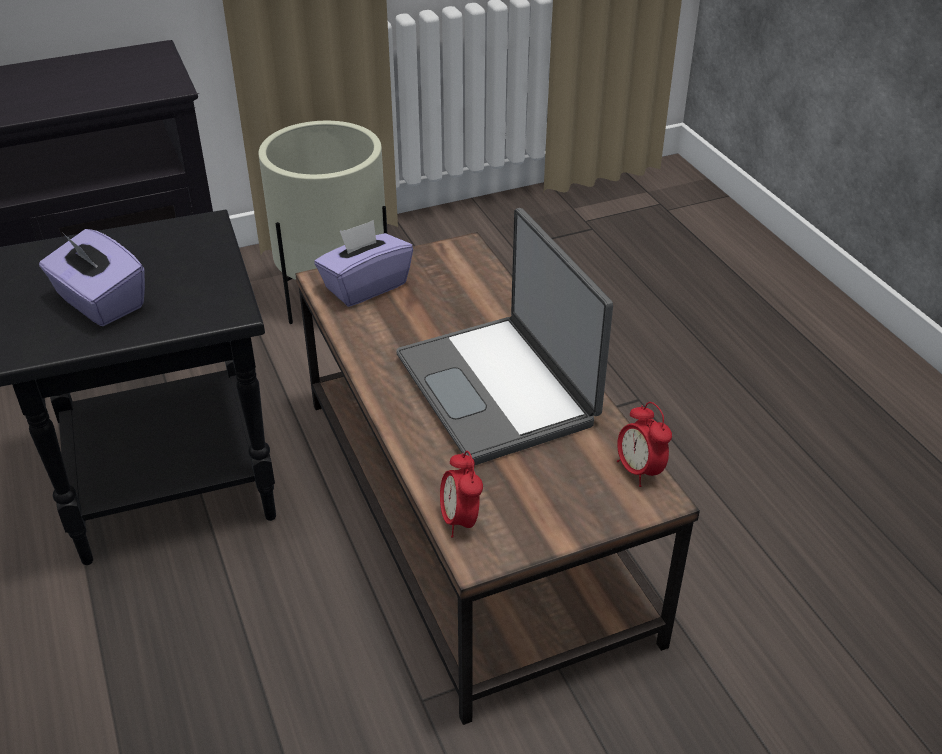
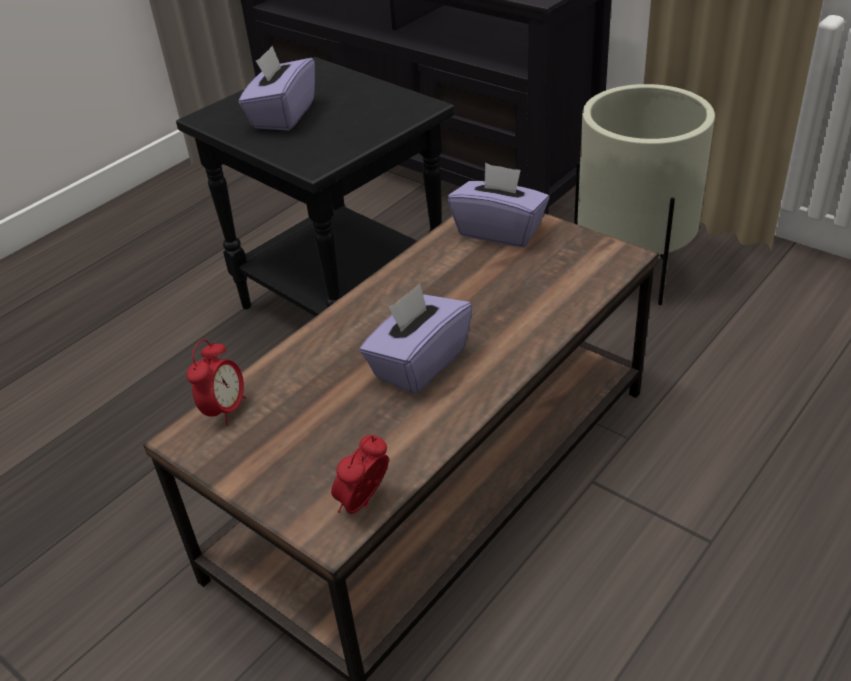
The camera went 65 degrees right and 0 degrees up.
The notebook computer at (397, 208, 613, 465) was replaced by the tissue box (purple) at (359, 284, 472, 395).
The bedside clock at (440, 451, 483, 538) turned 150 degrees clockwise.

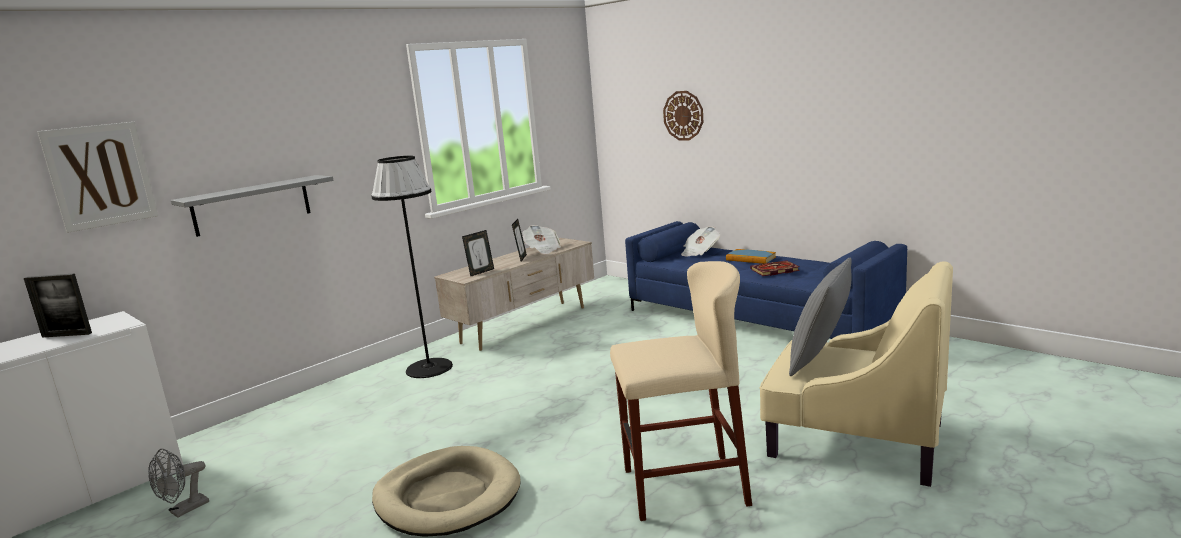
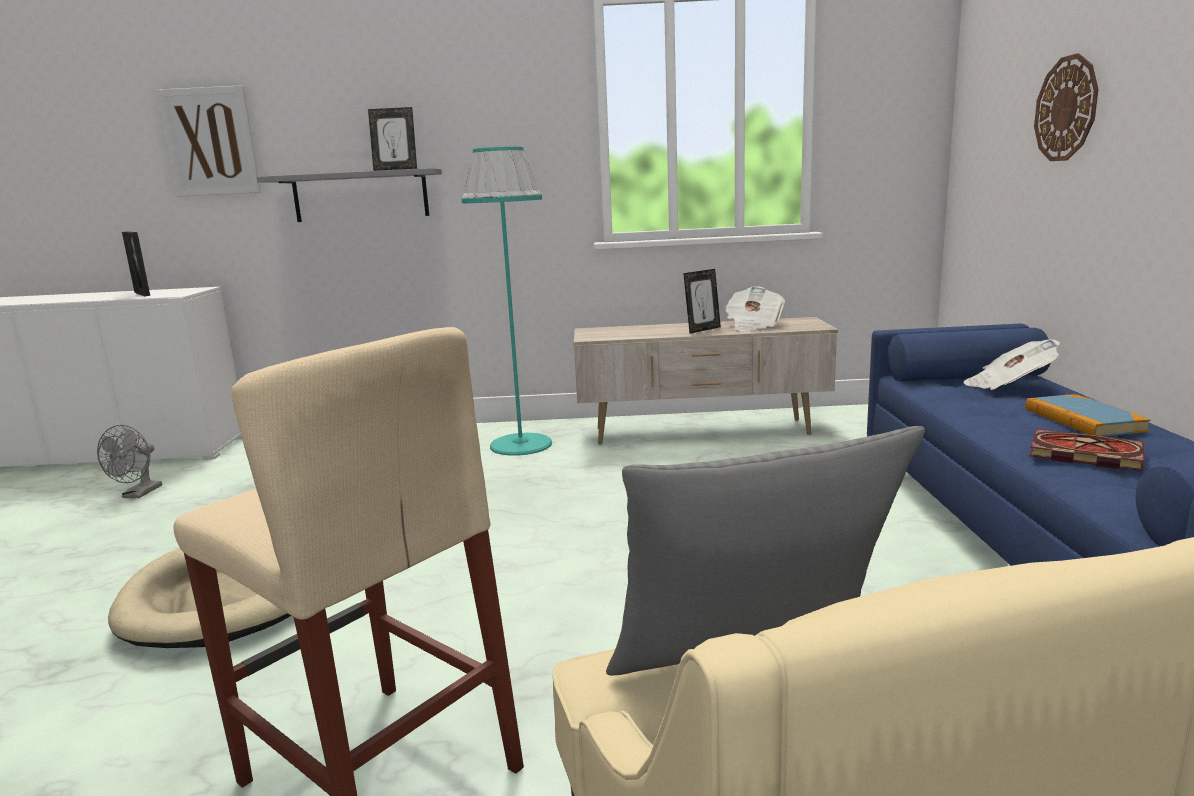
The camera went 45 degrees right and 0 degrees up.
The picture frame moved from (462, 230, 494, 277) to (368, 107, 417, 171).
The standard lamp (black-coloured) at (371, 156, 453, 378) became the standard lamp (turquoise) at (462, 147, 552, 456).
The fan (grey) at (148, 449, 209, 518) turned 75 degrees counterclockwise.

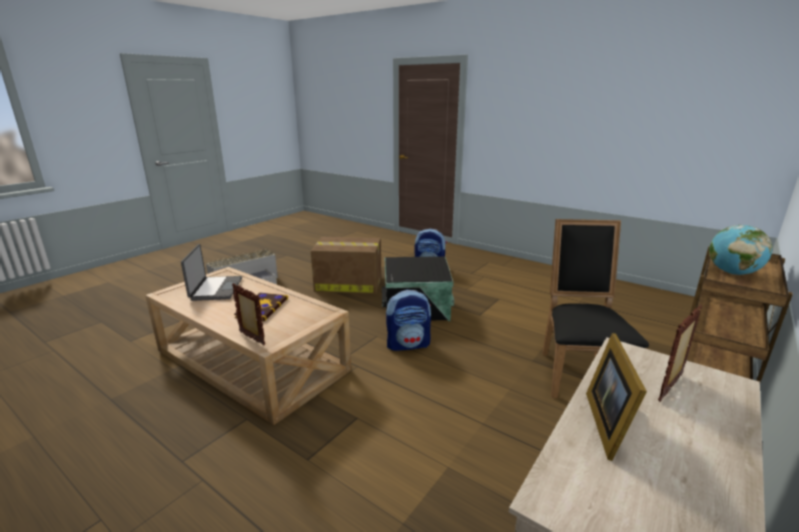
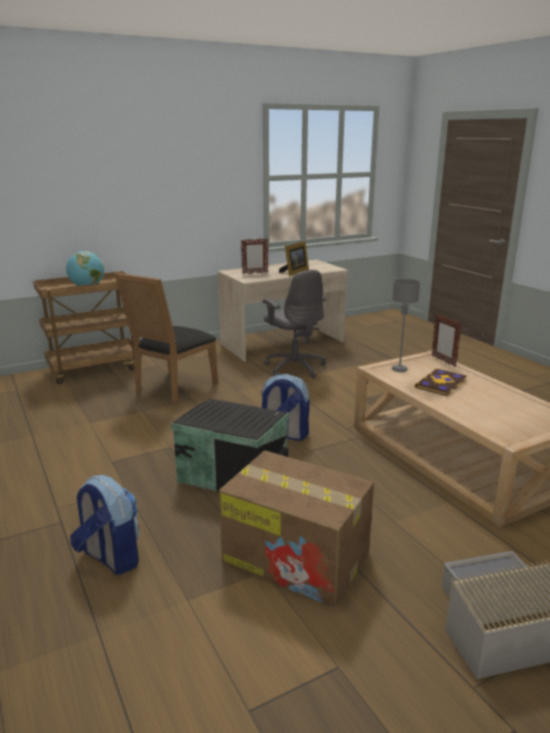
The camera went 155 degrees left and 0 degrees up.
The notebook computer at (181, 244, 242, 301) disappeared.
The desk chair (grey) at (263, 270, 326, 379) appeared.
The table lamp (grey) at (392, 279, 420, 372) appeared.

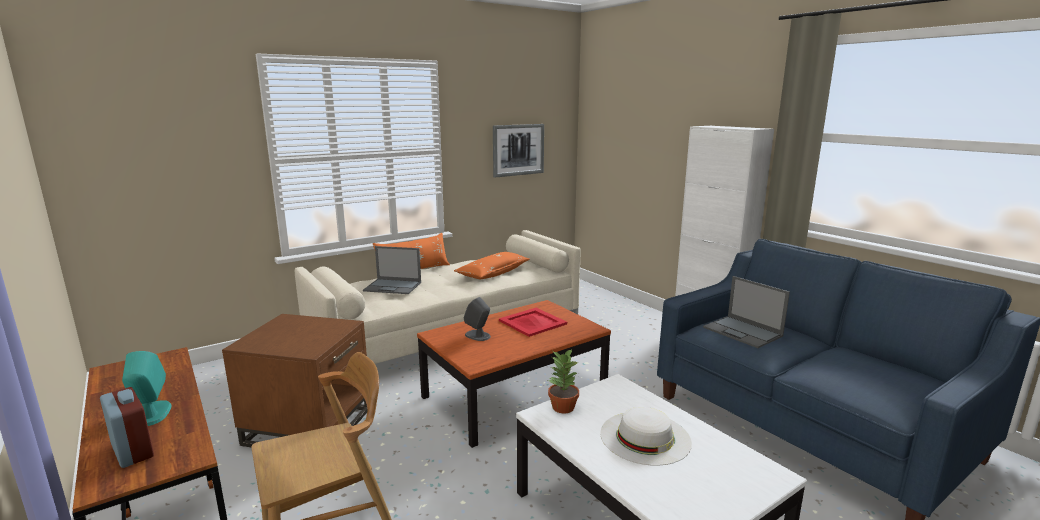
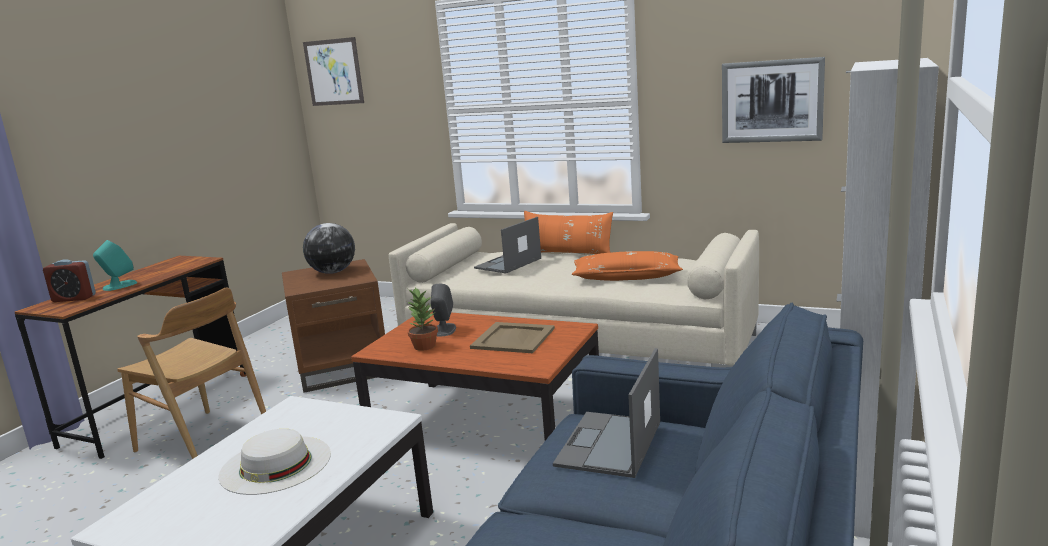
The camera went 60 degrees right and 0 degrees up.
The wall picture at (303, 37, 364, 106) appeared.
The world globe at (303, 223, 355, 274) appeared.
The houseplant moved from (548, 349, 579, 413) to (407, 287, 438, 351).
The tray (red) at (499, 308, 567, 337) became the tray (beige-coloured) at (470, 322, 555, 353).
The bedside clock at (100, 387, 154, 468) turned 75 degrees clockwise.
The notebook computer at (363, 246, 421, 294) turned 60 degrees clockwise.

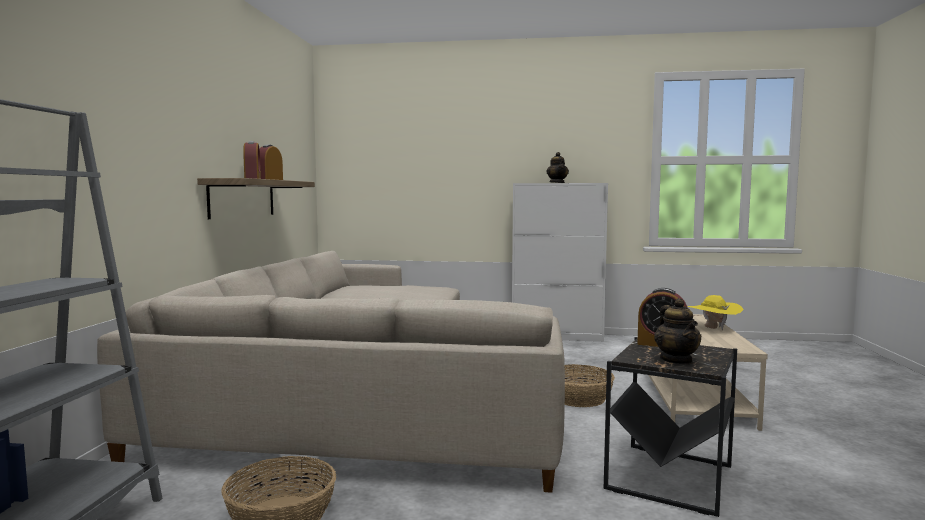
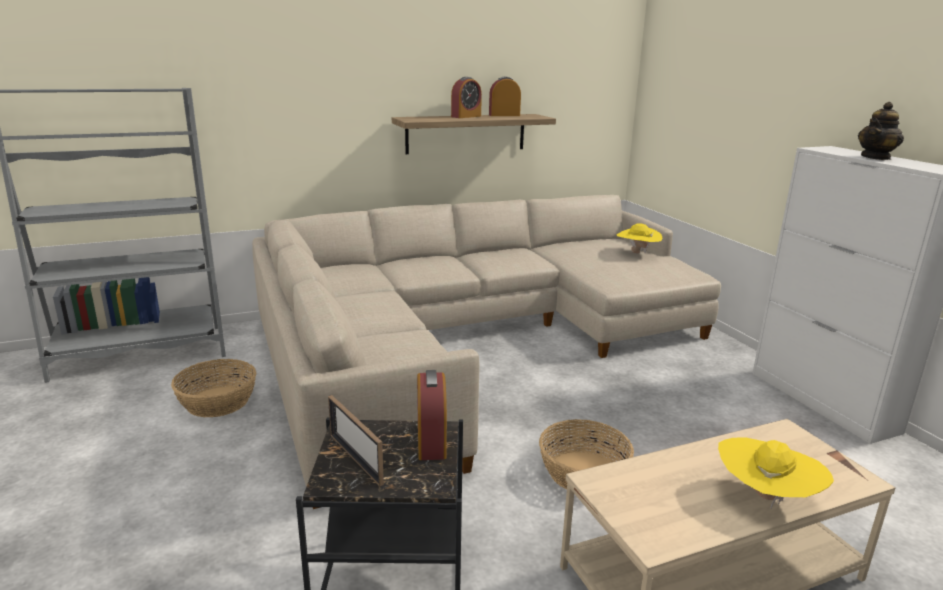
The camera went 60 degrees right and 15 degrees up.
The clothing hat (yellow) at (617, 223, 662, 254) appeared.
The teapot at (654, 298, 702, 364) was replaced by the picture frame at (328, 395, 384, 486).

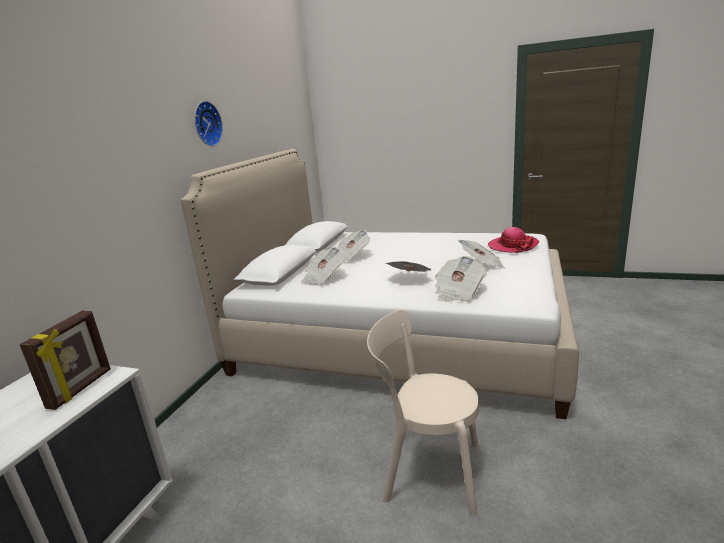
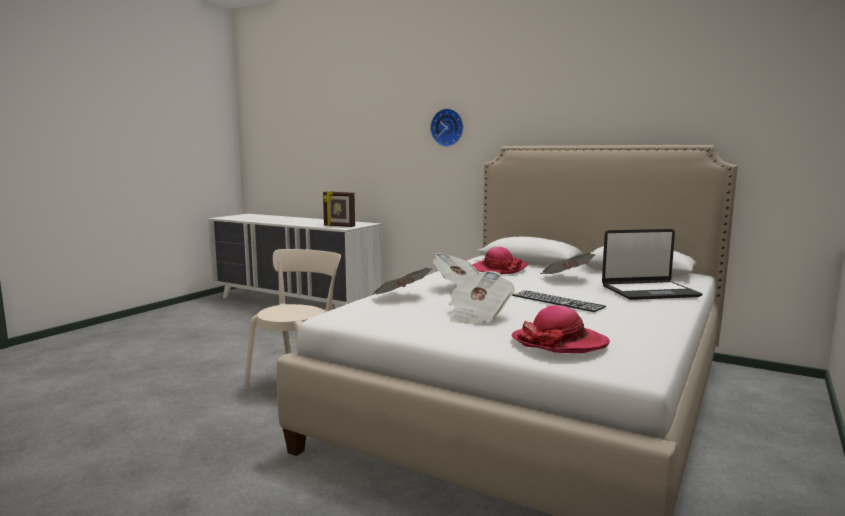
The camera went 100 degrees right and 10 degrees down.
The PC keyboard at (512, 290, 606, 312) appeared.
The notebook computer at (602, 229, 702, 300) appeared.
The wall clock moved from (194, 101, 223, 146) to (430, 108, 463, 147).
The daily paper at (301, 247, 345, 285) was replaced by the clothing hat at (472, 247, 528, 274).

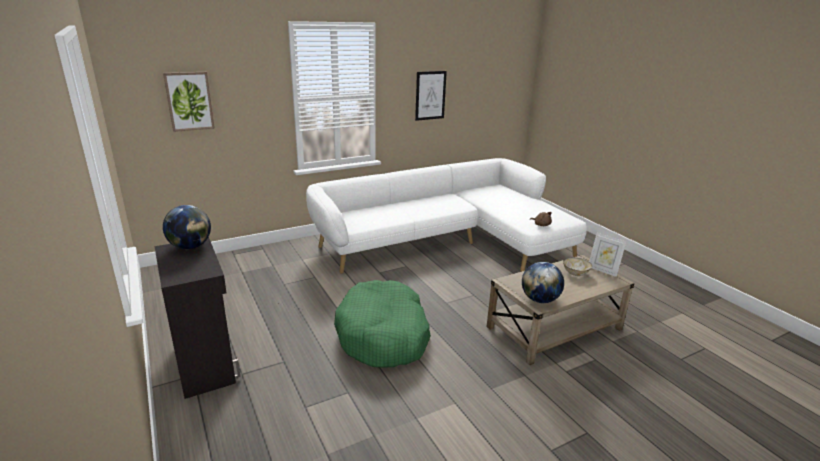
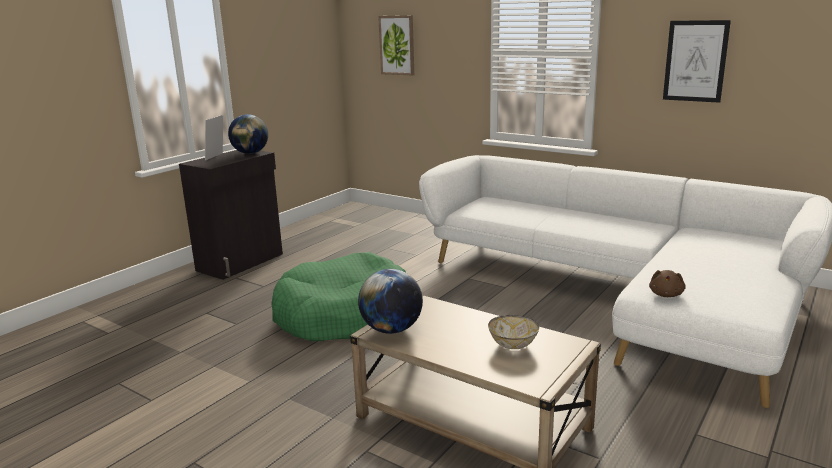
The camera went 65 degrees right and 5 degrees down.
The picture frame moved from (589, 233, 626, 277) to (205, 115, 223, 161).

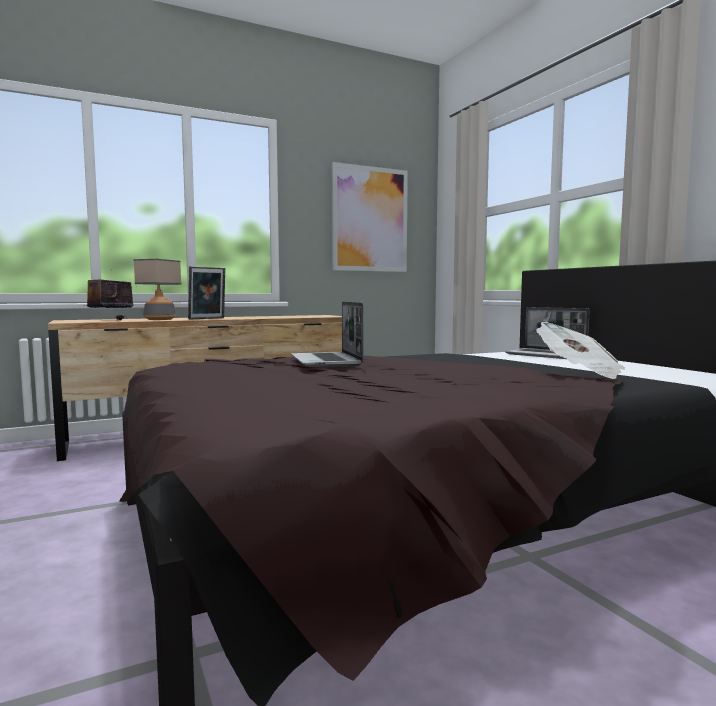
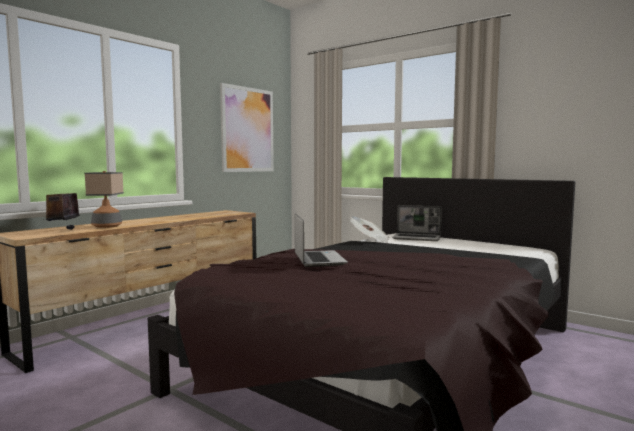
The camera went 25 degrees left and 0 degrees up.
The picture frame at (188, 266, 225, 319) disappeared.
The daily paper moved from (536, 322, 625, 379) to (350, 216, 389, 243).
The notebook computer at (291, 301, 364, 367) turned 150 degrees counterclockwise.

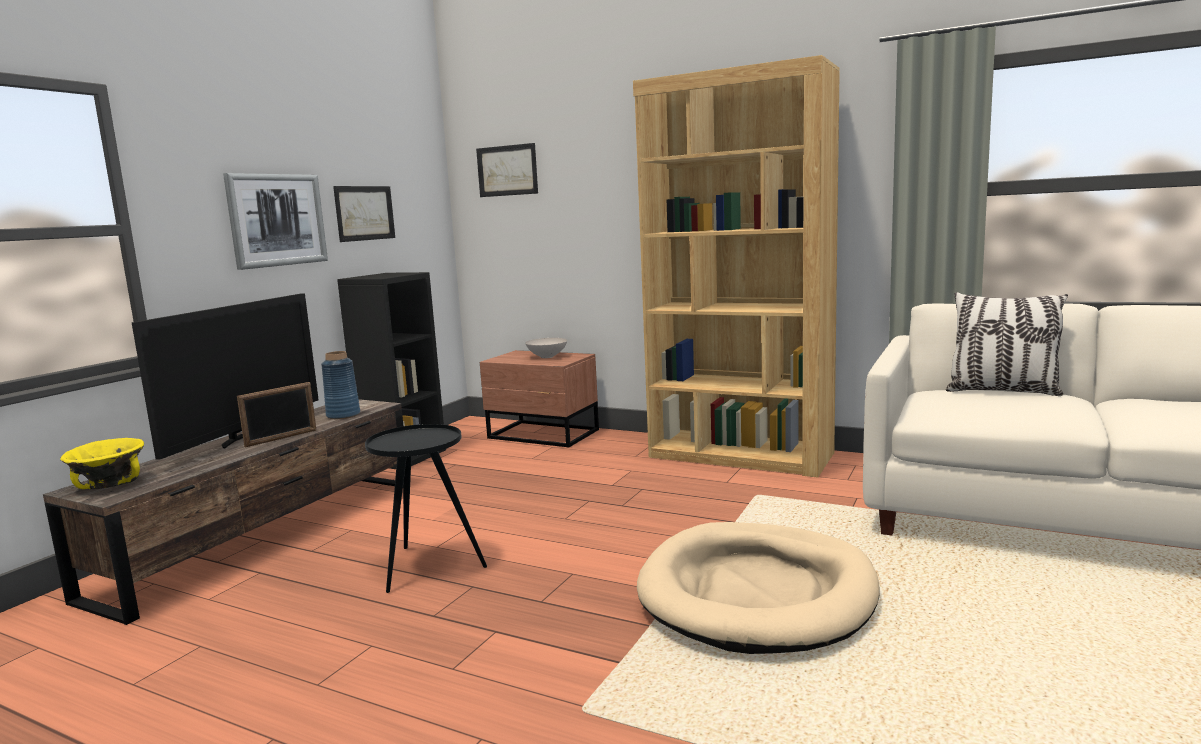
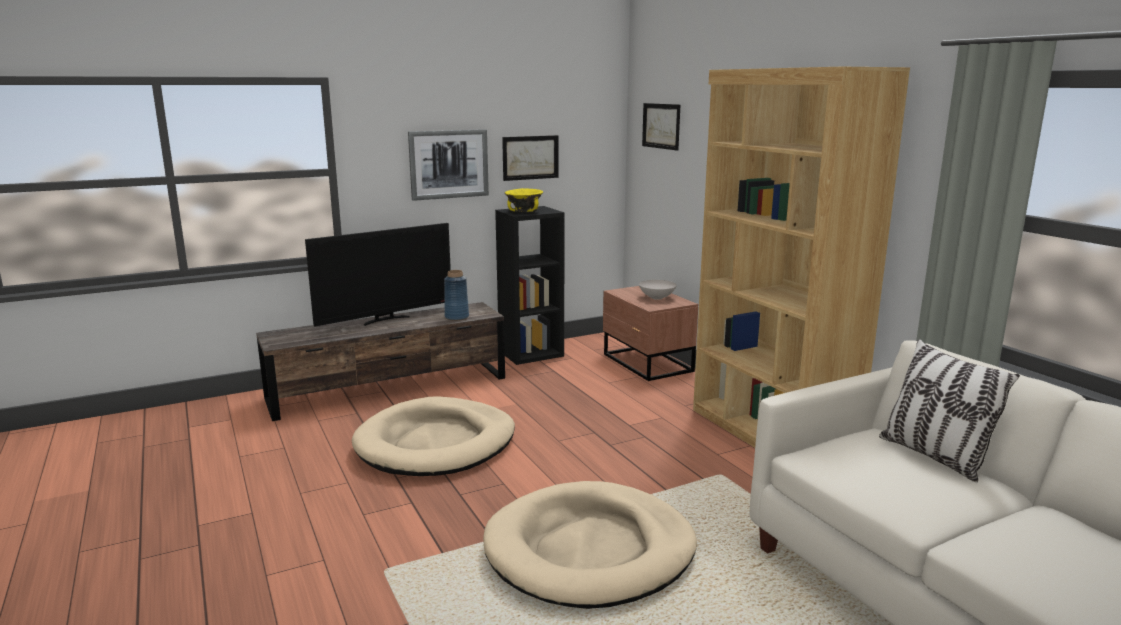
The camera went 35 degrees right and 5 degrees up.
The picture frame at (237, 382, 316, 447) disappeared.
The serving bowl (yellow) moved from (60, 438, 144, 489) to (505, 188, 543, 212).
The side table (black-coloured) at (365, 424, 487, 593) was replaced by the dog cushion (beige-coloured) at (351, 396, 515, 476).

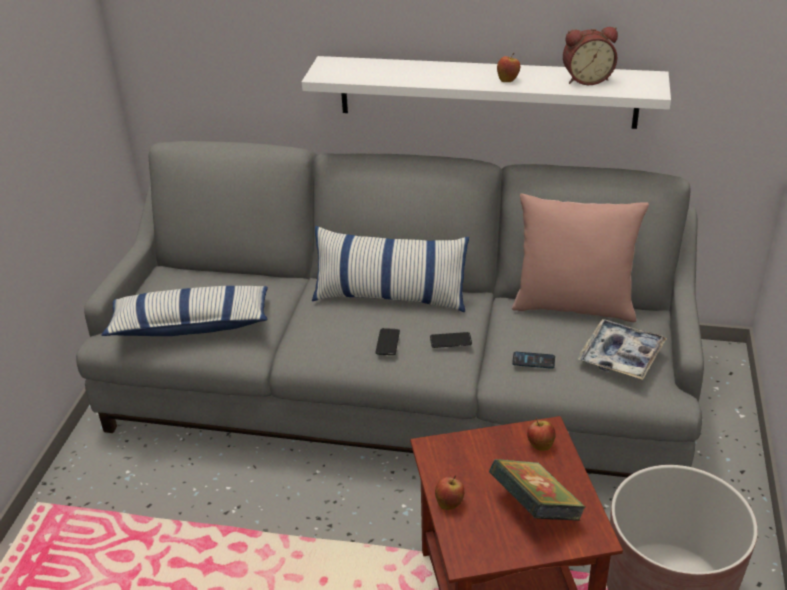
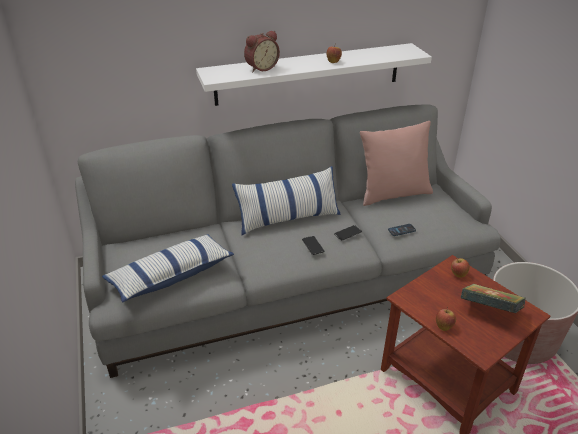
The camera went 30 degrees left and 0 degrees up.
The tray at (577, 319, 667, 380) disappeared.
The bedside clock moved from (563, 27, 618, 85) to (244, 30, 280, 72).

